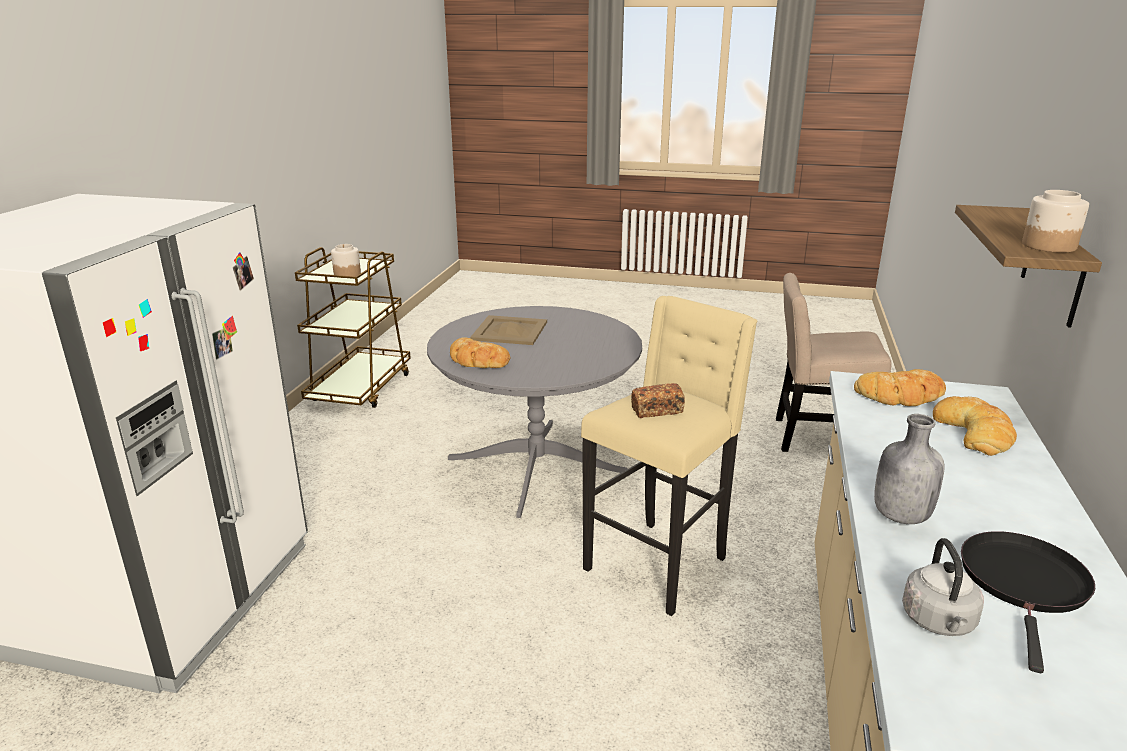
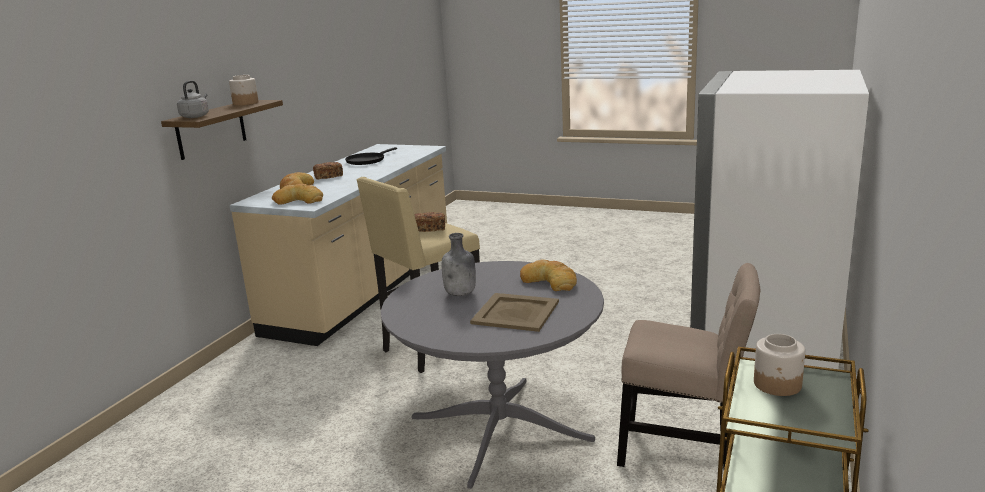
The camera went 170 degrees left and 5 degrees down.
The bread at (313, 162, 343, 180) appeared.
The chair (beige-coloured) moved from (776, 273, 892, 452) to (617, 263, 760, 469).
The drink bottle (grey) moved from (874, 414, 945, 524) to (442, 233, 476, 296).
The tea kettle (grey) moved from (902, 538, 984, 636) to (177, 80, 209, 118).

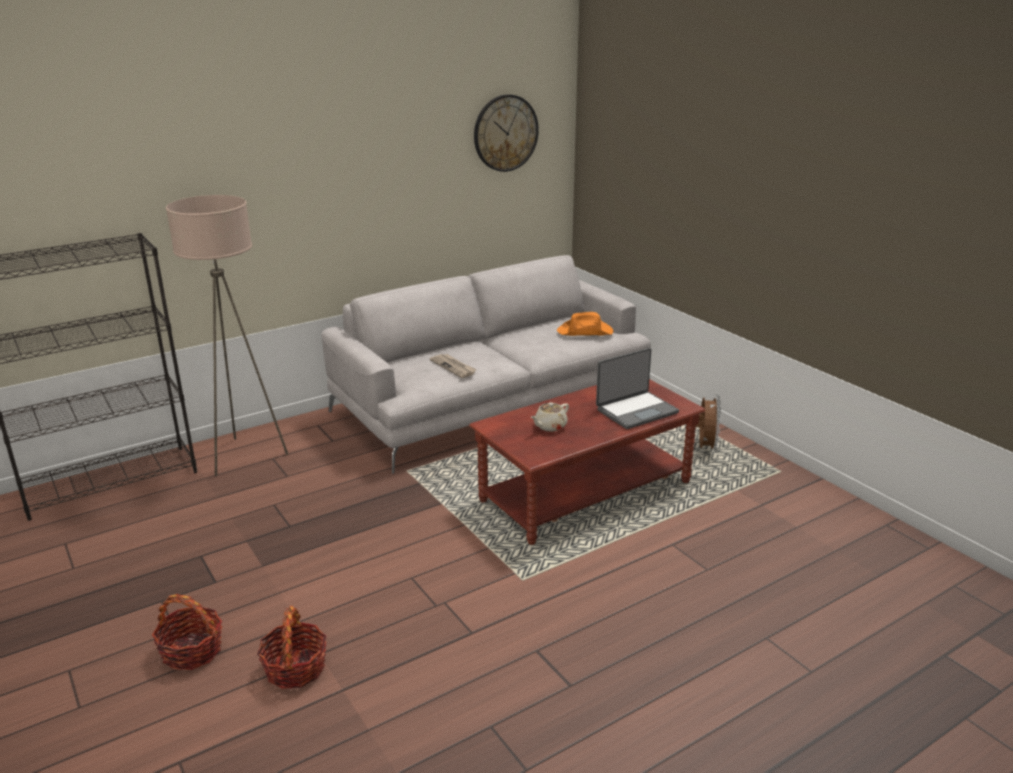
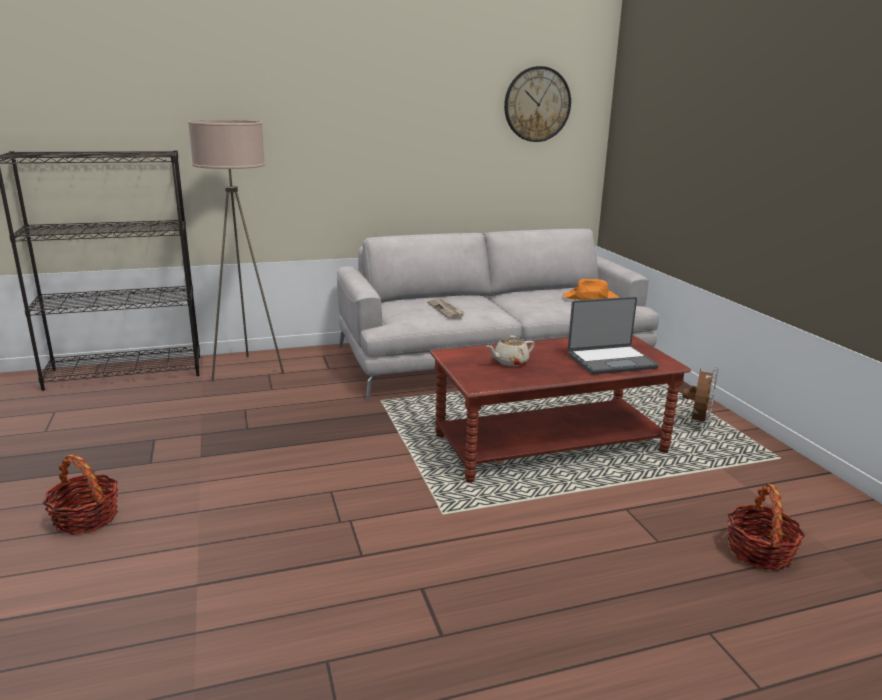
The camera went 15 degrees right and 5 degrees down.
The household basket moved from (257, 606, 327, 689) to (727, 484, 805, 570).

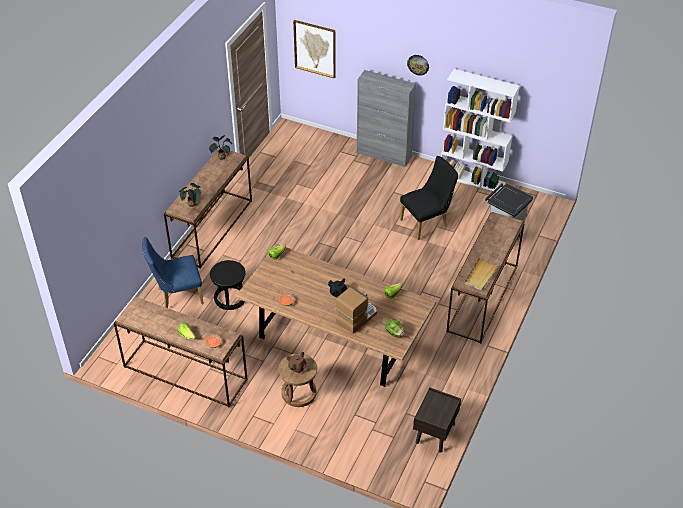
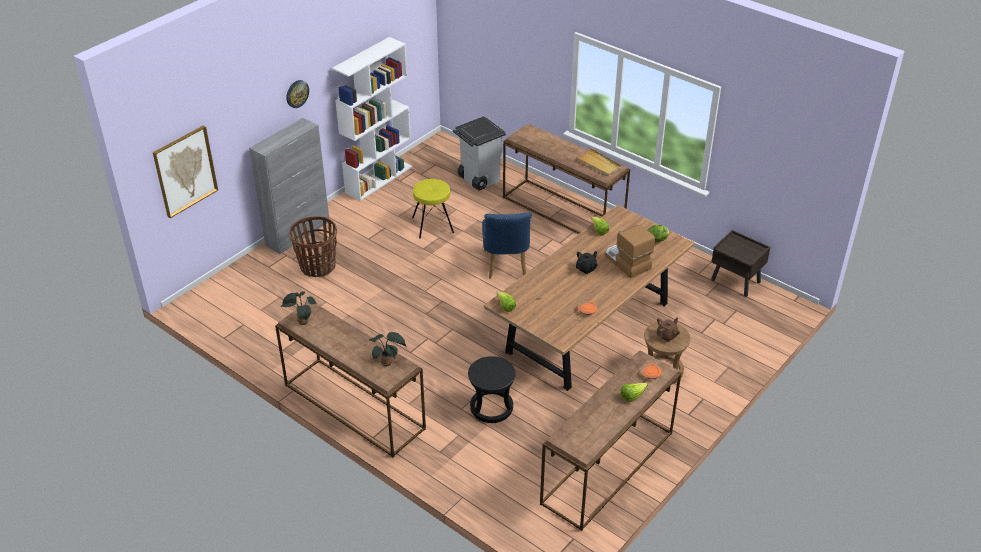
The camera went 75 degrees left and 5 degrees down.
The household basket at (289, 216, 337, 277) appeared.
The chair (blue-coloured) moved from (142, 237, 204, 308) to (482, 212, 532, 279).
The chair (black-coloured) at (400, 156, 458, 240) was replaced by the sitting stool (yellow) at (412, 179, 454, 239).

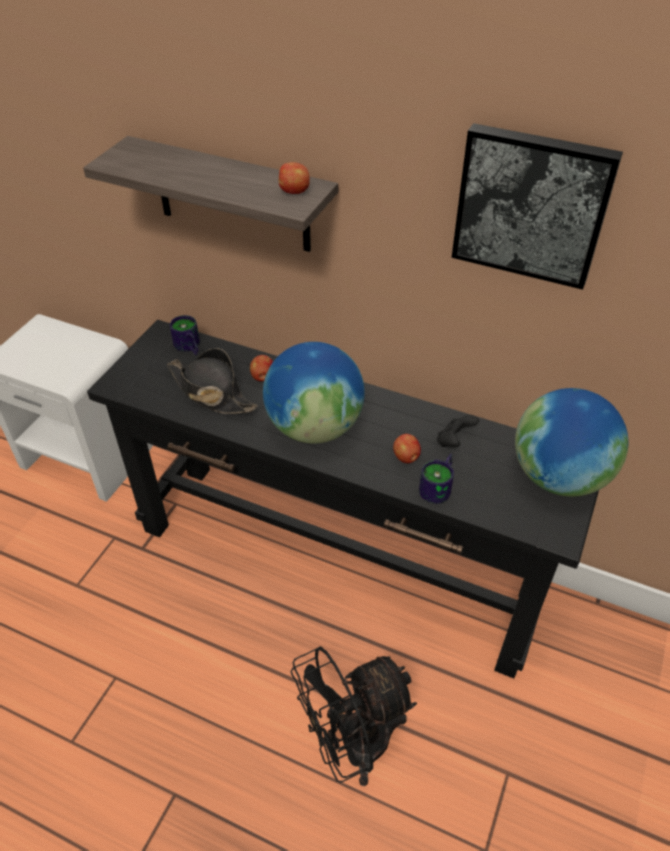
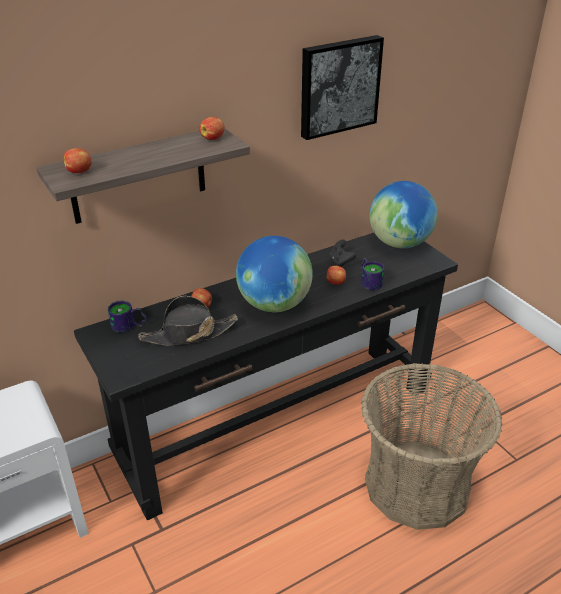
The camera went 55 degrees left and 10 degrees down.
The apple fruit at (64, 148, 91, 173) appeared.
The fan (black-coloured) at (290, 646, 417, 786) was replaced by the household basket at (361, 363, 502, 530).

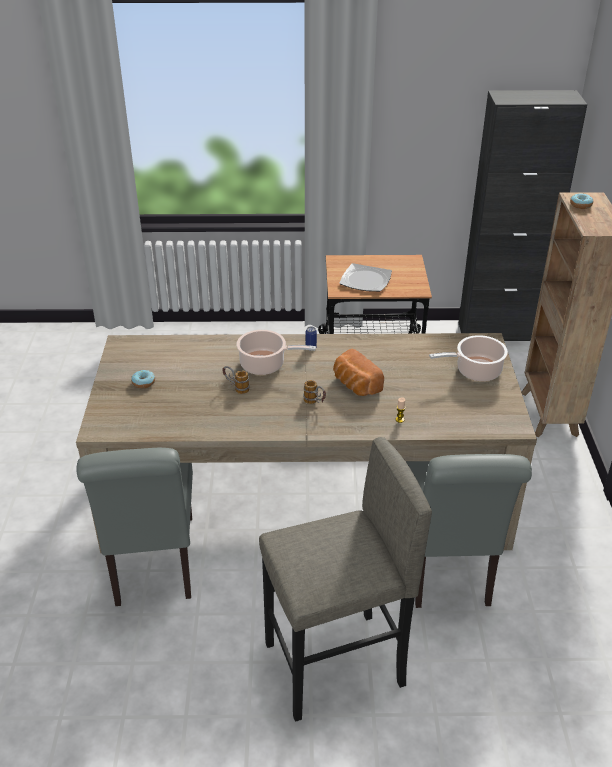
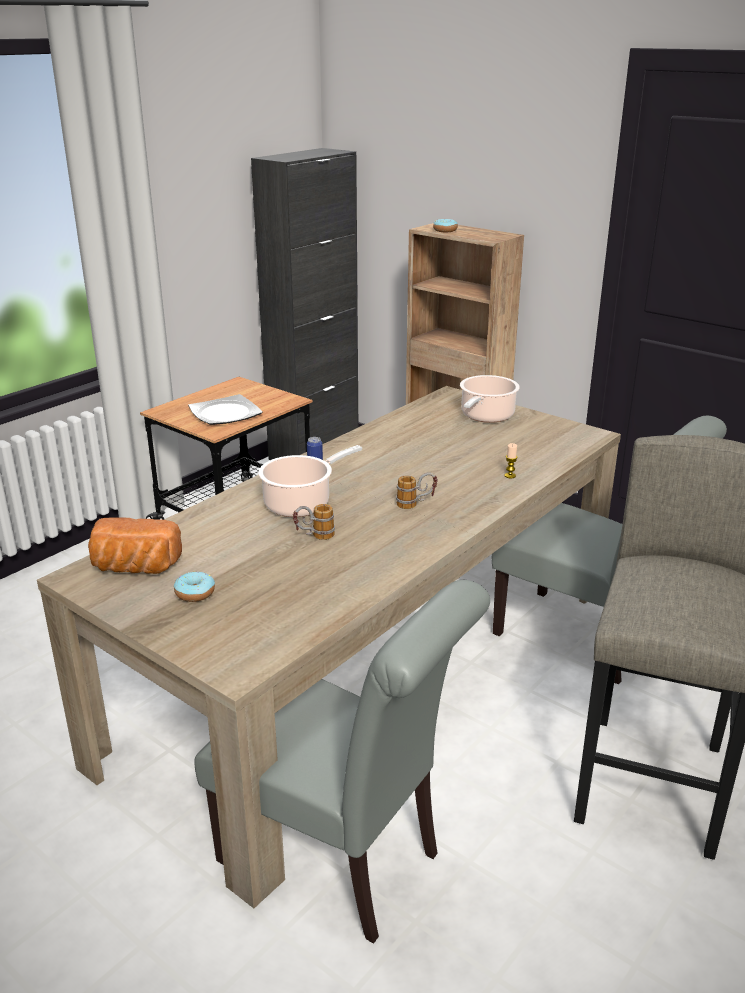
The camera went 50 degrees left and 10 degrees down.
The bread moved from (333, 349, 384, 396) to (88, 518, 182, 574).

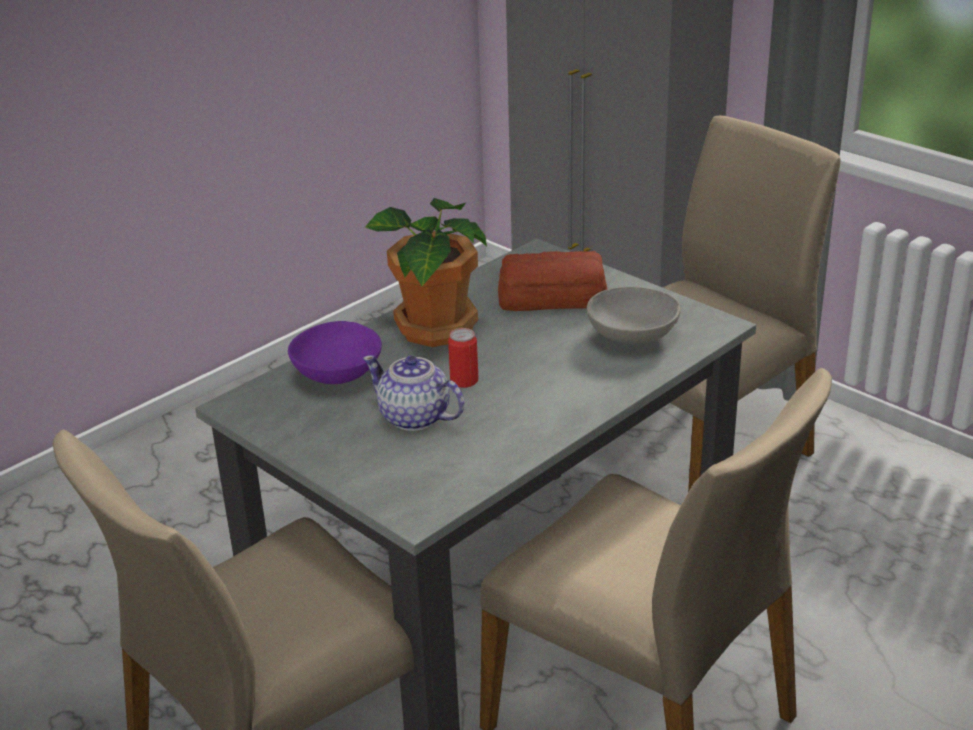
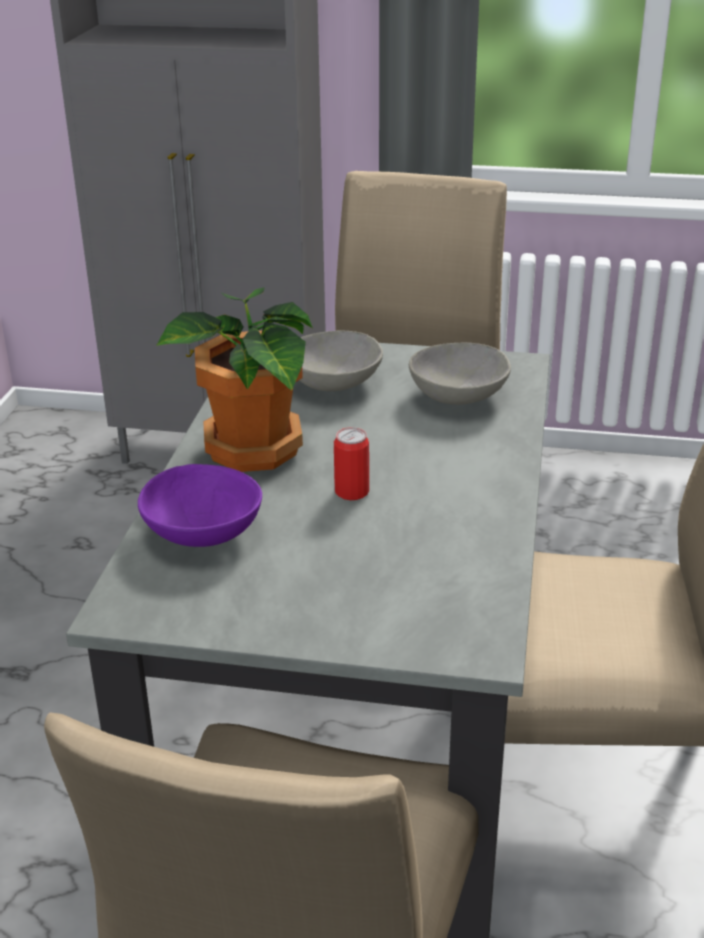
The camera went 35 degrees left and 0 degrees up.
The teapot at (362, 355, 465, 431) disappeared.
The bread at (498, 251, 608, 311) was replaced by the serving bowl (grey) at (299, 331, 383, 391).

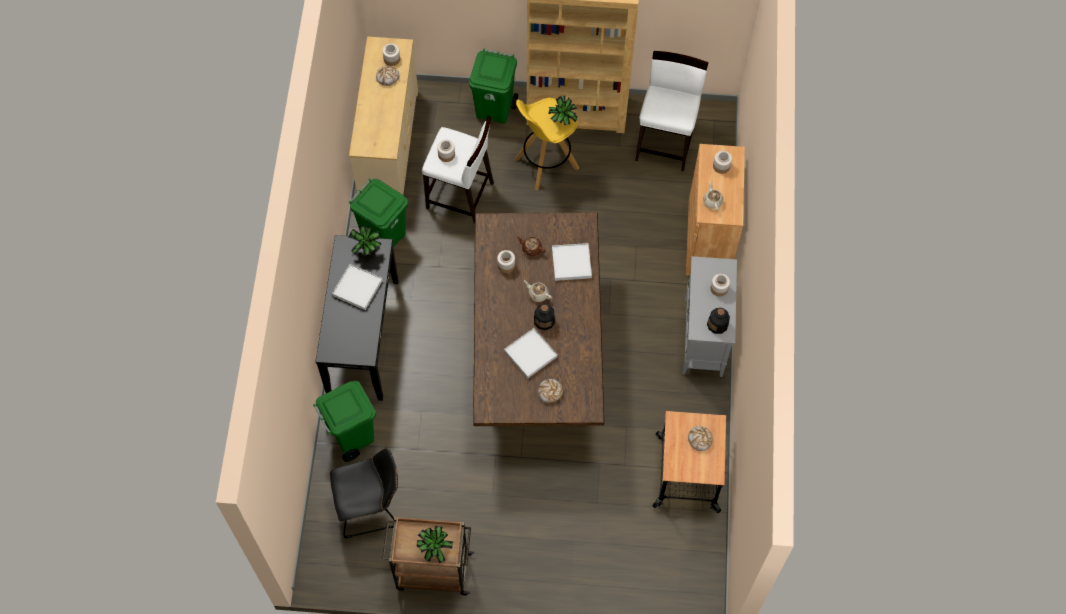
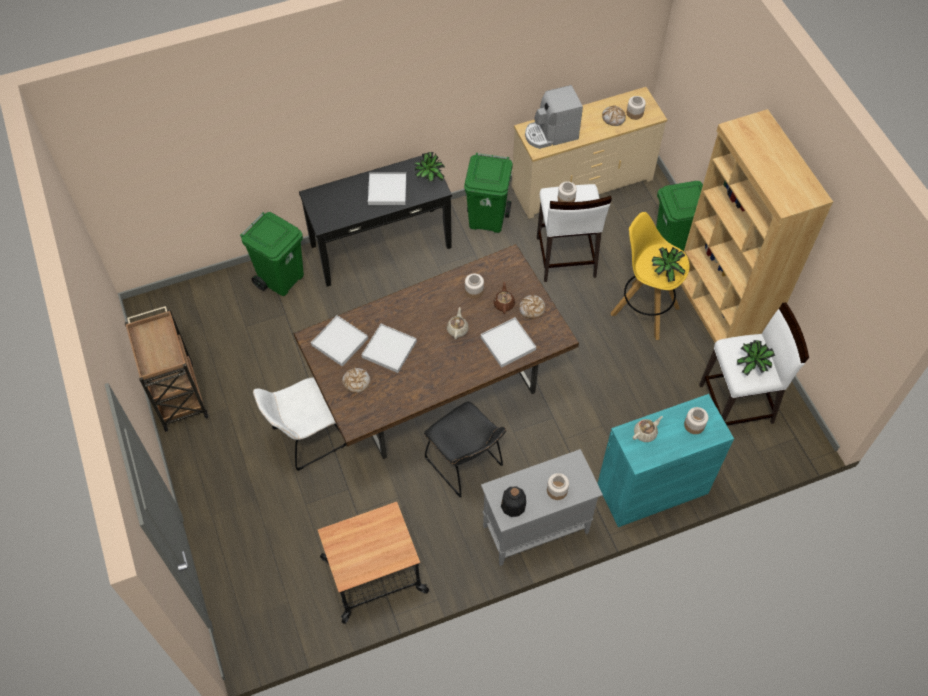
The camera went 65 degrees right and 5 degrees down.
The drink bottle at (534, 304, 555, 330) disappeared.
The chair (white) at (253, 377, 346, 471) appeared.
The tray (white) at (311, 315, 368, 367) appeared.
The coffee brewer at (525, 85, 583, 149) appeared.
The chair (black-coloured) moved from (330, 448, 398, 538) to (424, 401, 506, 497).
The houseplant moved from (417, 526, 453, 563) to (737, 340, 775, 376).
The bread moved from (688, 426, 713, 451) to (519, 294, 545, 319).
The cupboard (brownish) at (686, 144, 745, 276) became the cupboard (turquoise) at (597, 394, 734, 527).

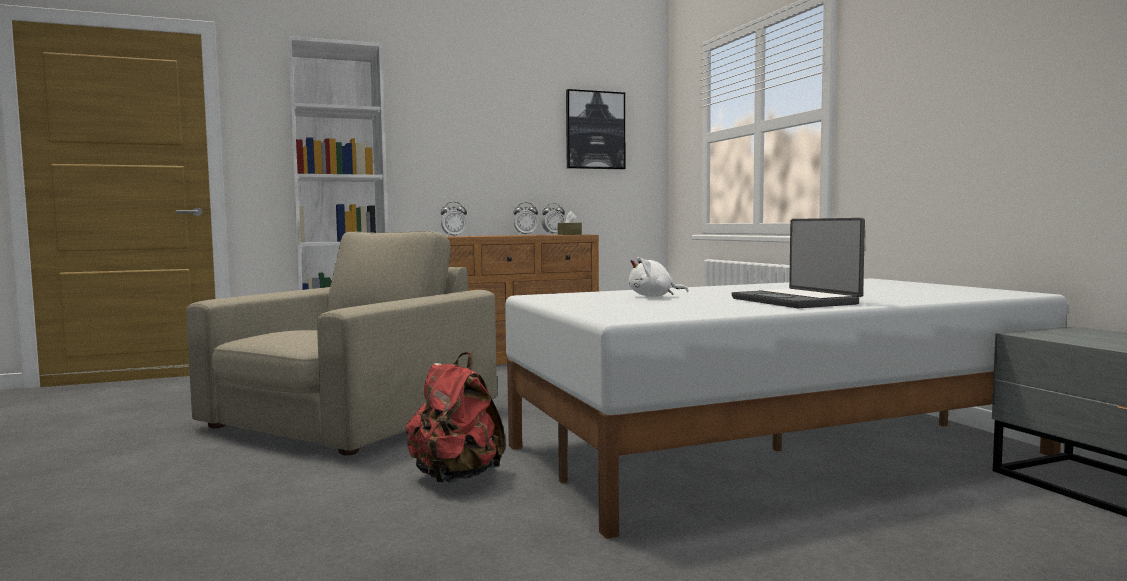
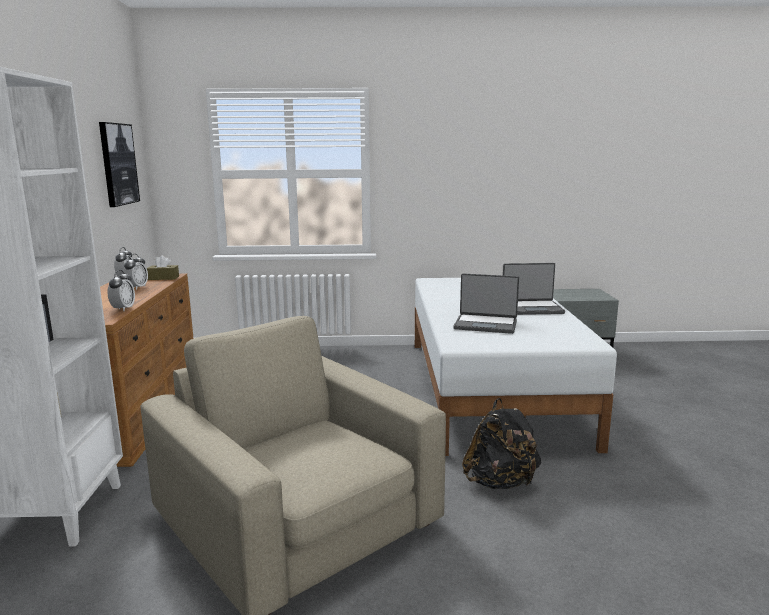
The camera went 70 degrees left and 10 degrees up.
The plush toy (white) at (629, 257, 689, 297) was replaced by the notebook computer at (453, 273, 519, 334).
The backpack (red) at (406, 352, 506, 482) became the backpack (black-coloured) at (462, 398, 541, 489).

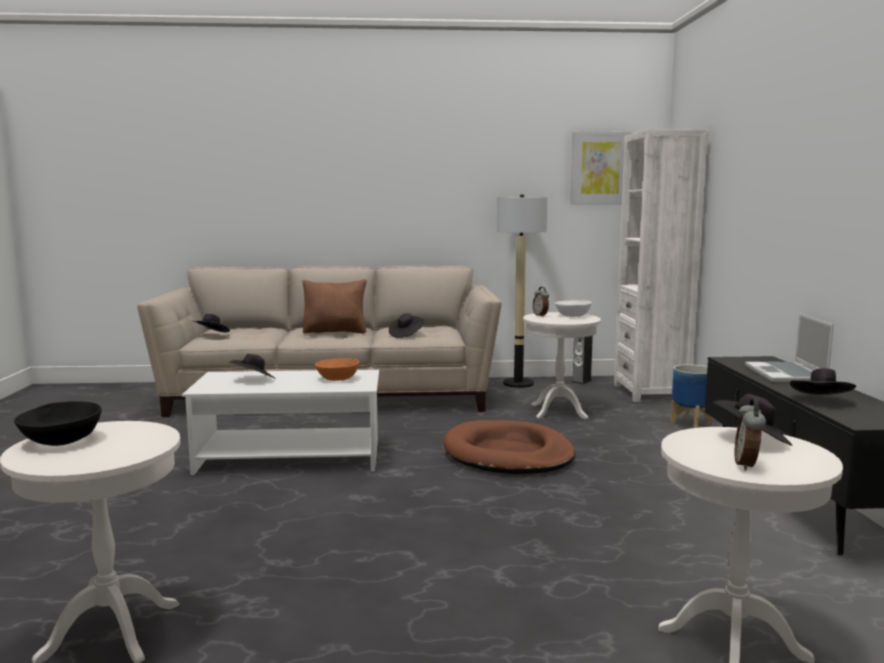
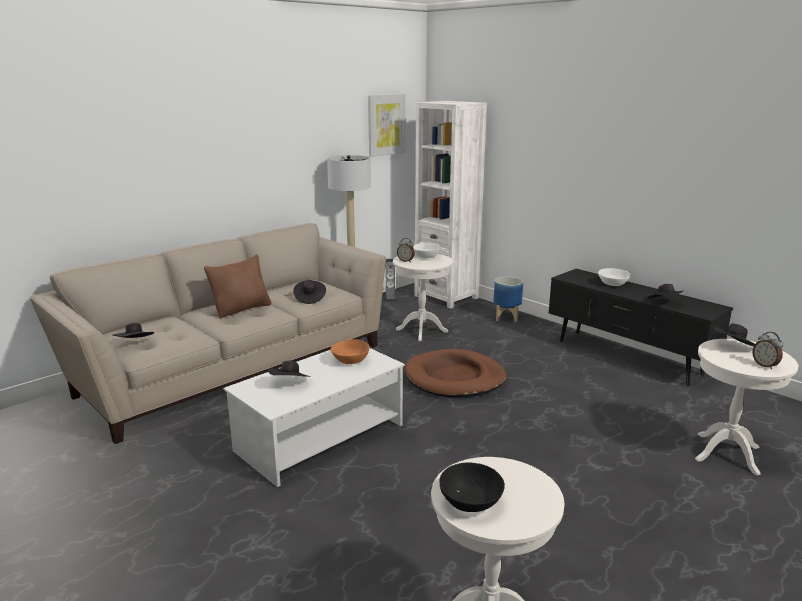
The camera went 40 degrees left and 10 degrees up.
The notebook computer at (745, 313, 834, 383) was replaced by the serving bowl (white) at (598, 268, 630, 286).

